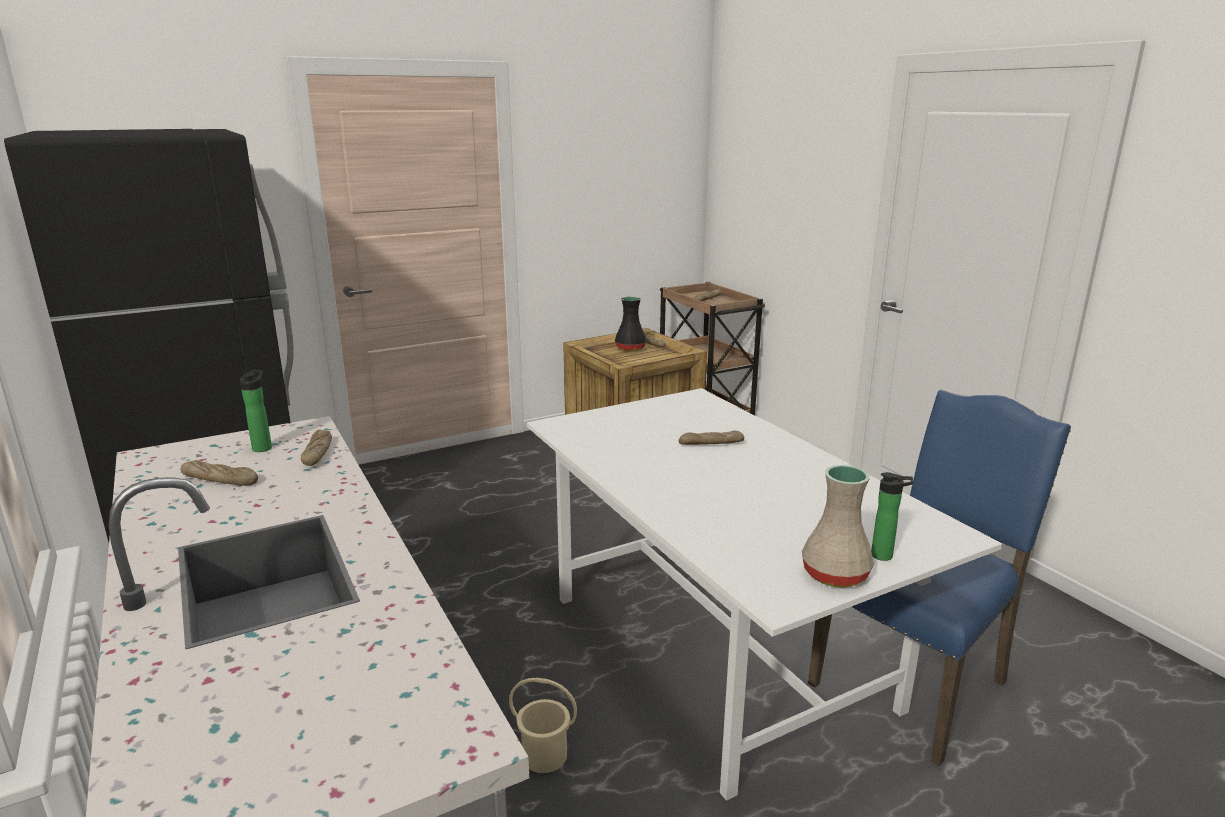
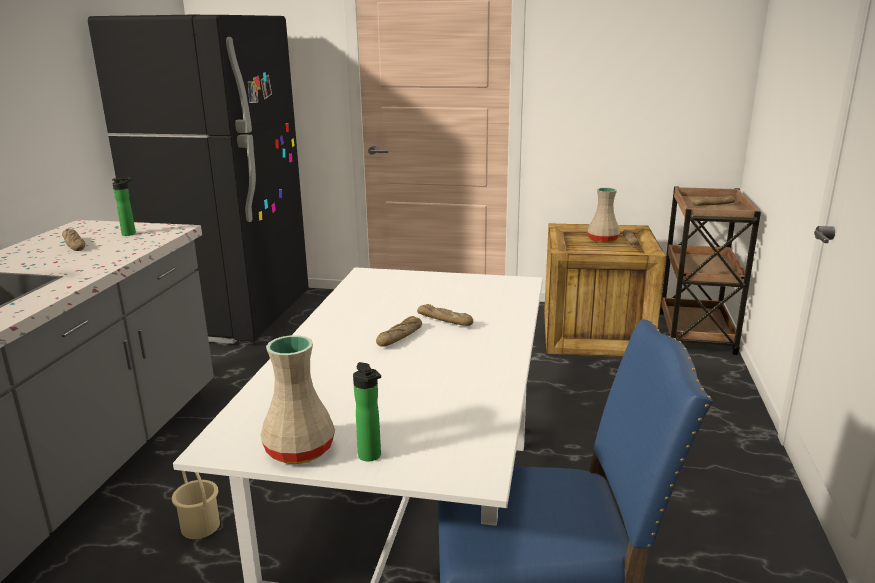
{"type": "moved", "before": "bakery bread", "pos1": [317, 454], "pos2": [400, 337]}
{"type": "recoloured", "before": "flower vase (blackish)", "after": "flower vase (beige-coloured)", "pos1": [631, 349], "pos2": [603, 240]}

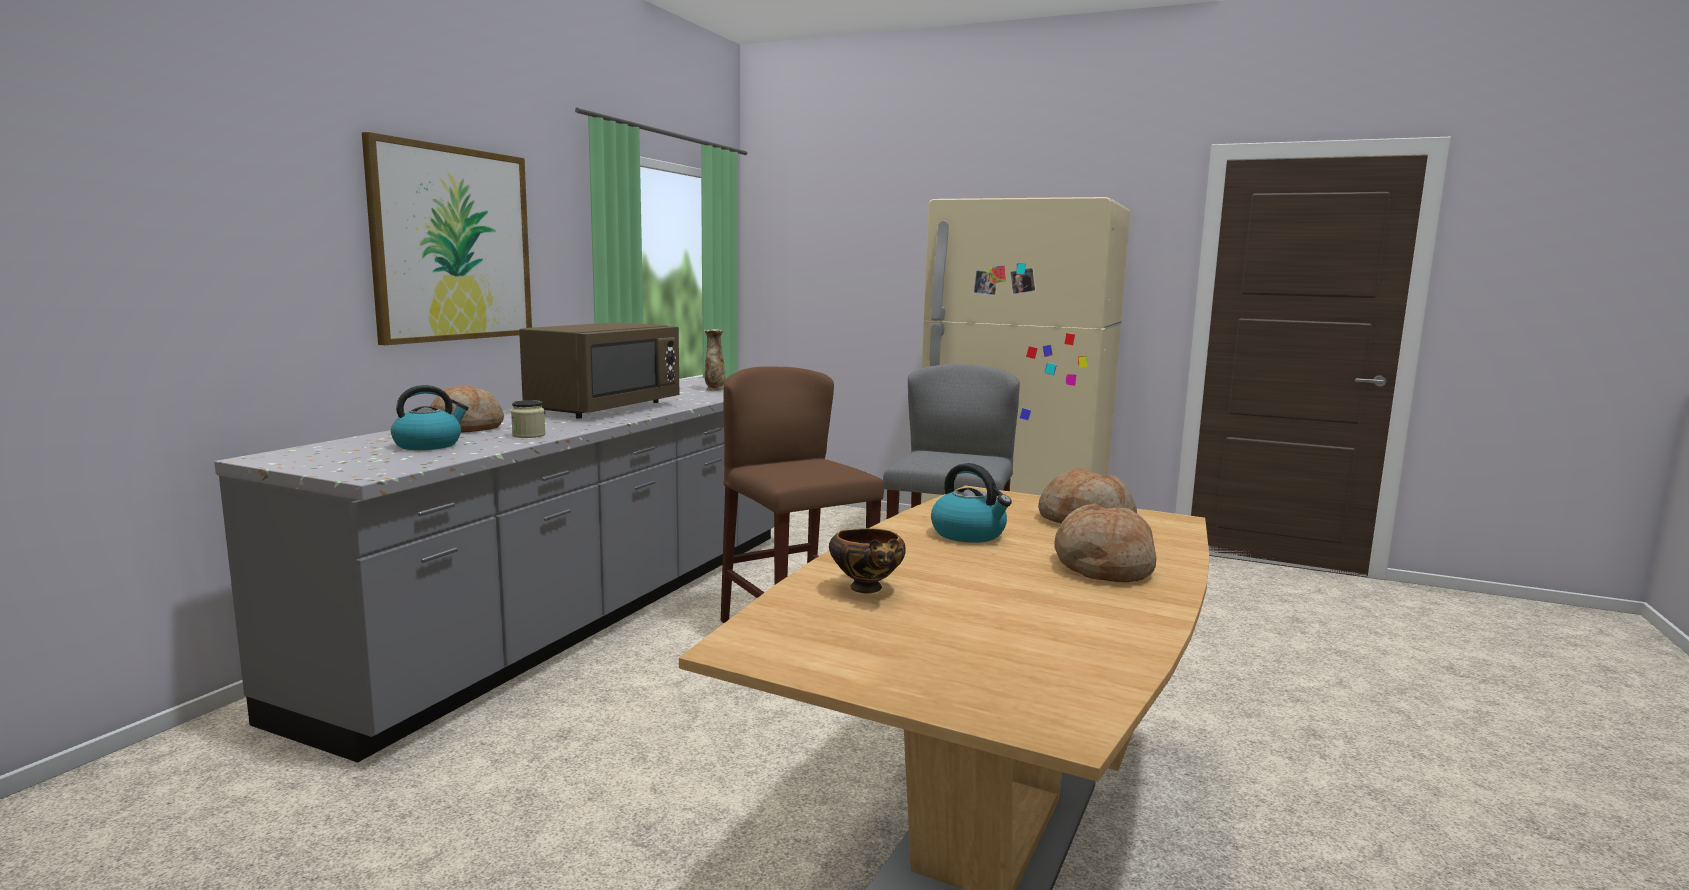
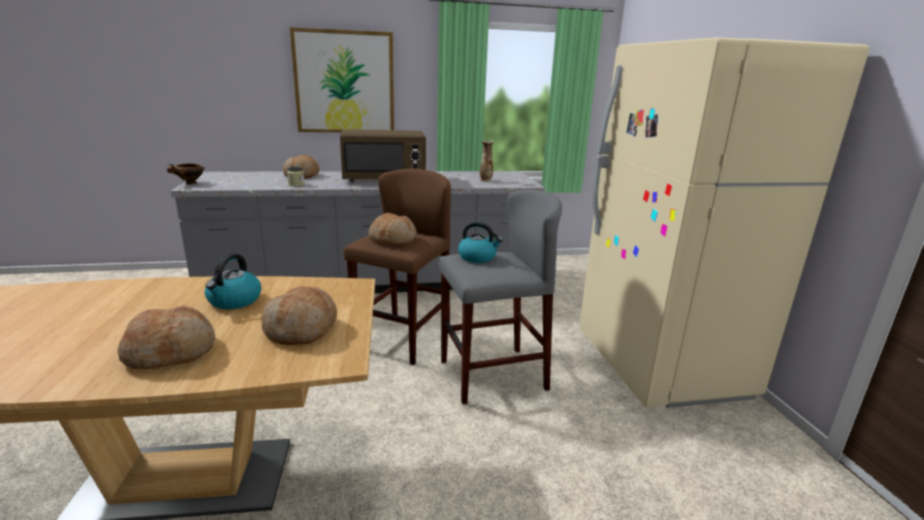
{"type": "moved", "before": "tea kettle", "pos1": [429, 445], "pos2": [478, 257]}
{"type": "moved", "before": "bowl", "pos1": [868, 589], "pos2": [190, 183]}
{"type": "added", "after": "bakery bread", "pos2": [393, 239]}

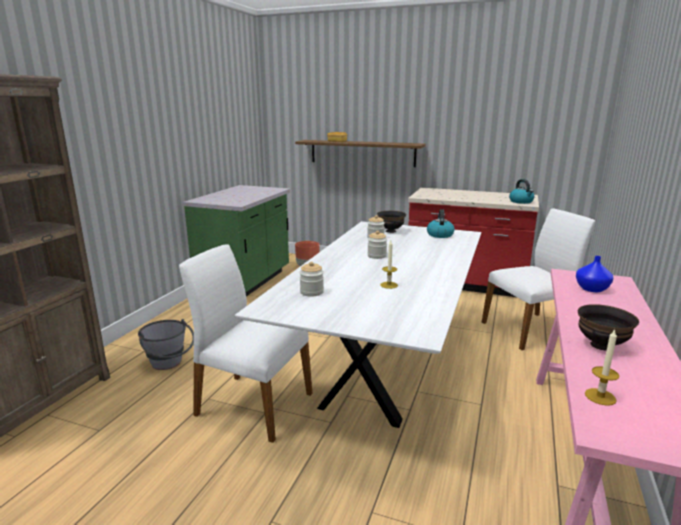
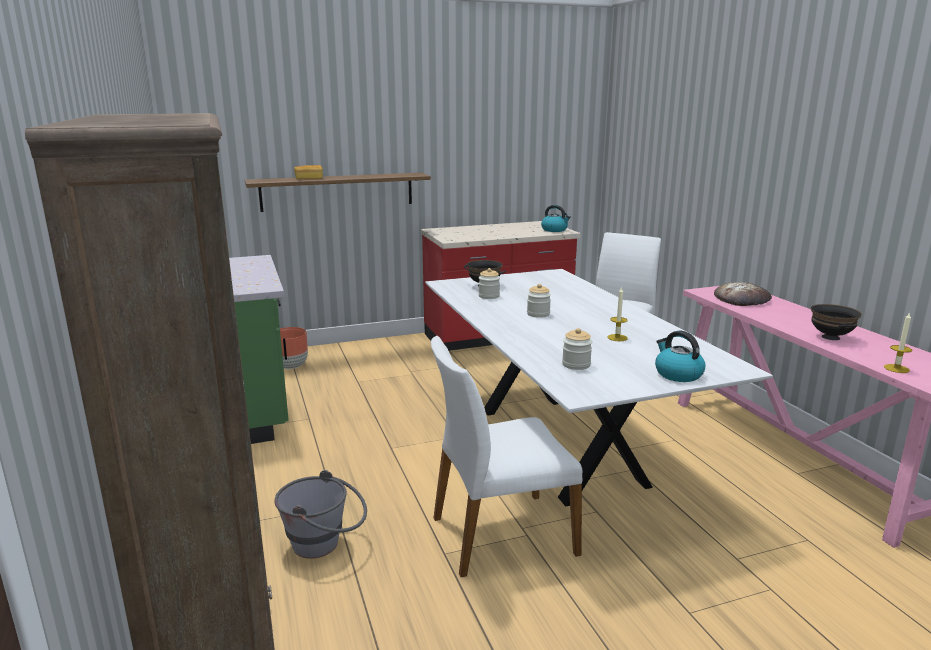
{"type": "moved", "before": "tea kettle", "pos1": [439, 235], "pos2": [677, 374]}
{"type": "replaced", "before": "flower vase (blue)", "after": "bakery bread", "pos1": [592, 289], "pos2": [742, 299]}

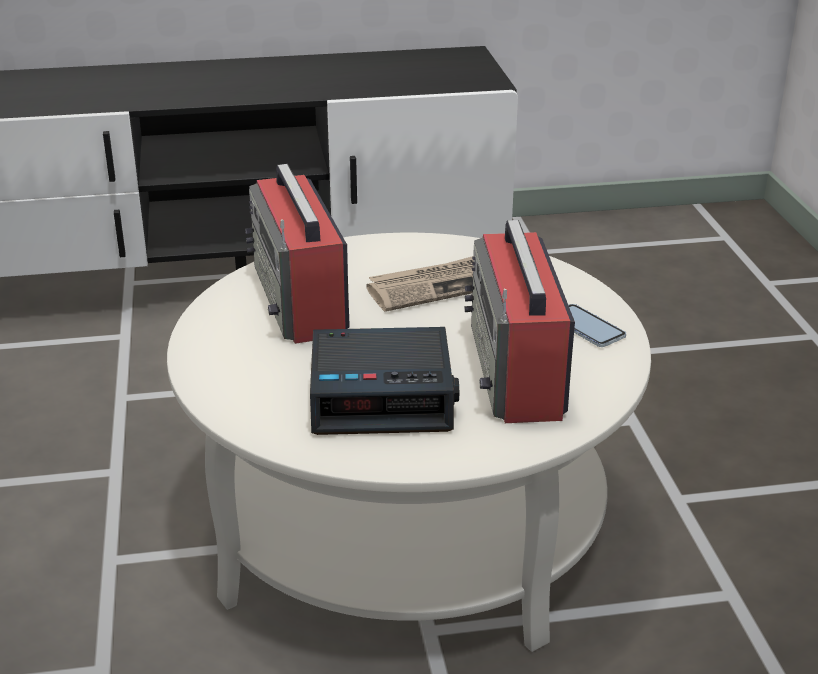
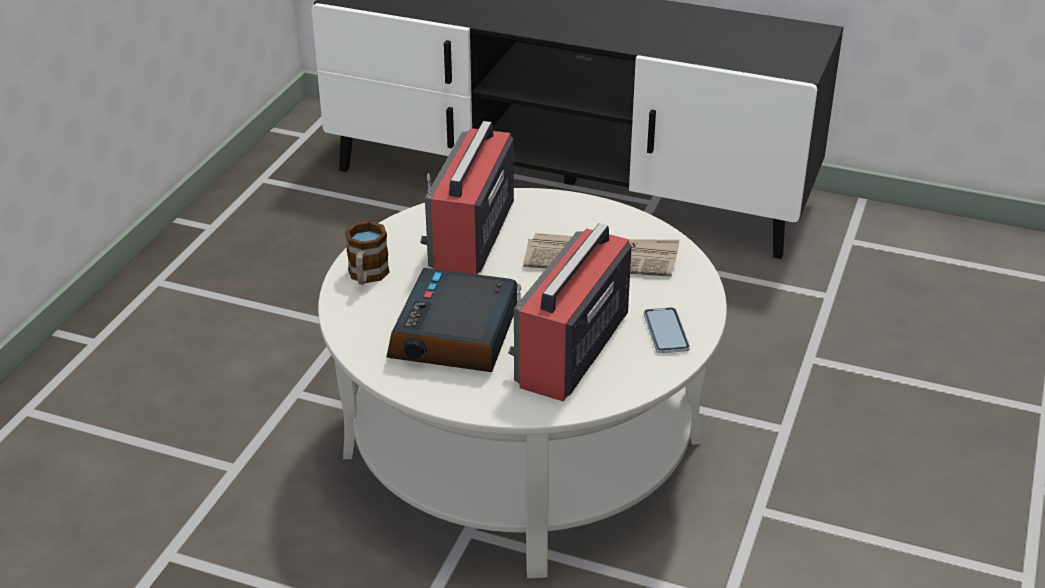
{"type": "turned", "before": "alarm clock", "pos1": [383, 395], "pos2": [455, 335], "turn": 75}
{"type": "added", "after": "tea mug", "pos2": [367, 276]}

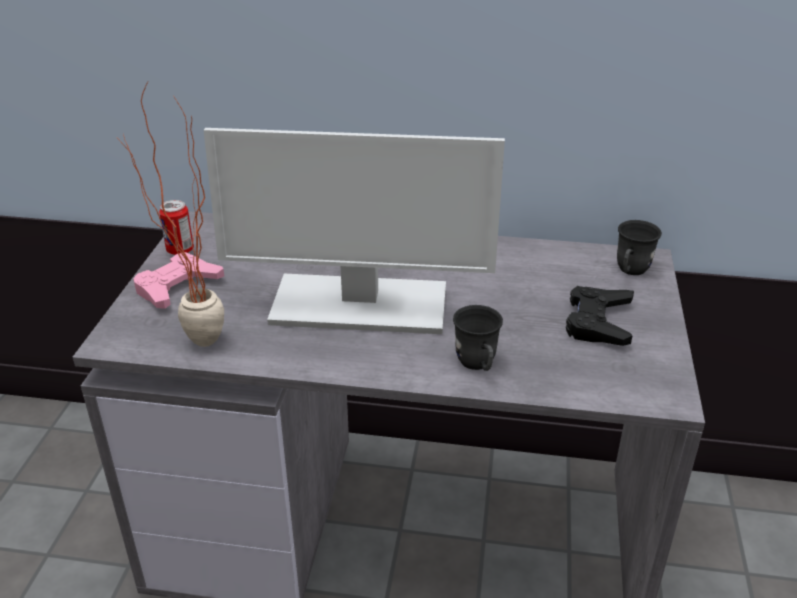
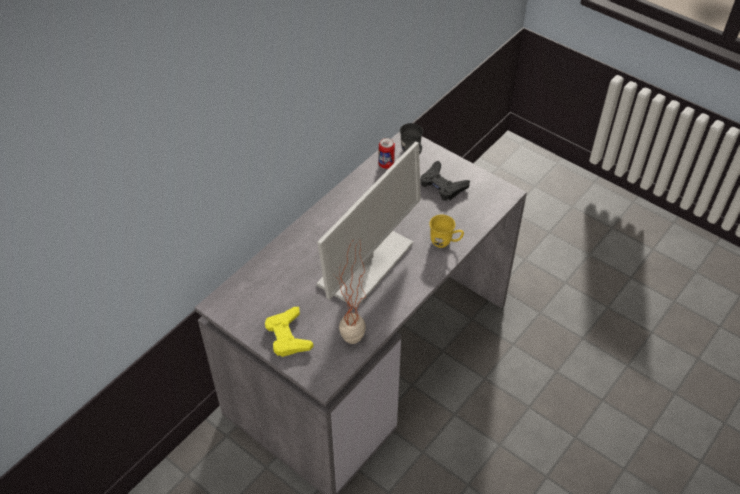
{"type": "recoloured", "before": "gamepad (pinkish)", "after": "gamepad (yellowish)", "pos1": [177, 287], "pos2": [288, 336]}
{"type": "moved", "before": "sealed can", "pos1": [180, 250], "pos2": [386, 164]}
{"type": "recoloured", "before": "tea mug (gray)", "after": "tea mug (yellowish)", "pos1": [478, 365], "pos2": [445, 242]}

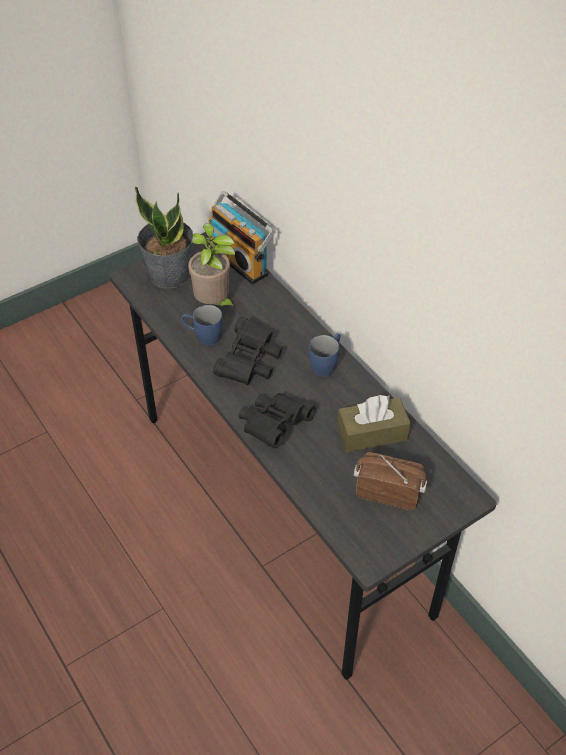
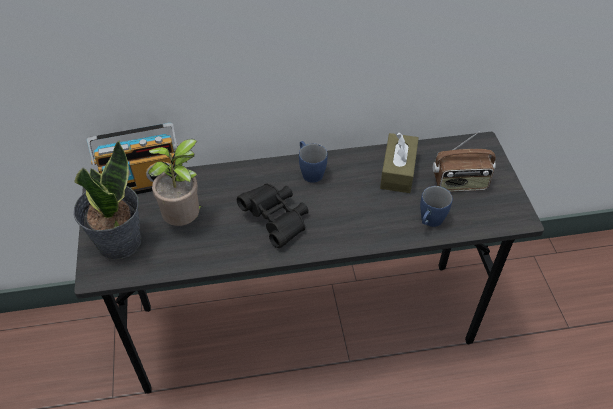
{"type": "moved", "before": "tea mug (blue)", "pos1": [203, 337], "pos2": [429, 222]}
{"type": "removed", "before": "field glasses (blackish)", "pos1": [274, 426]}
{"type": "turned", "before": "radio", "pos1": [388, 492], "pos2": [460, 183], "turn": -135}

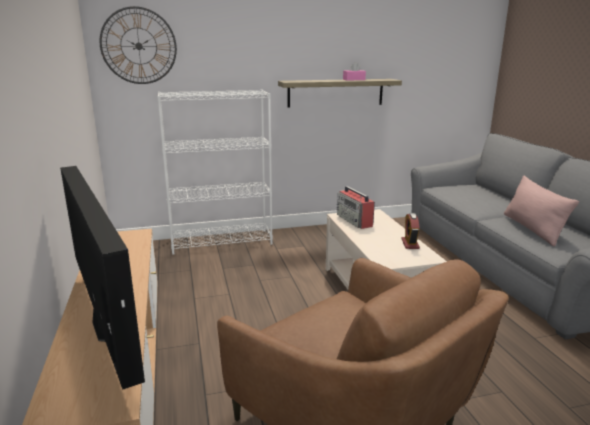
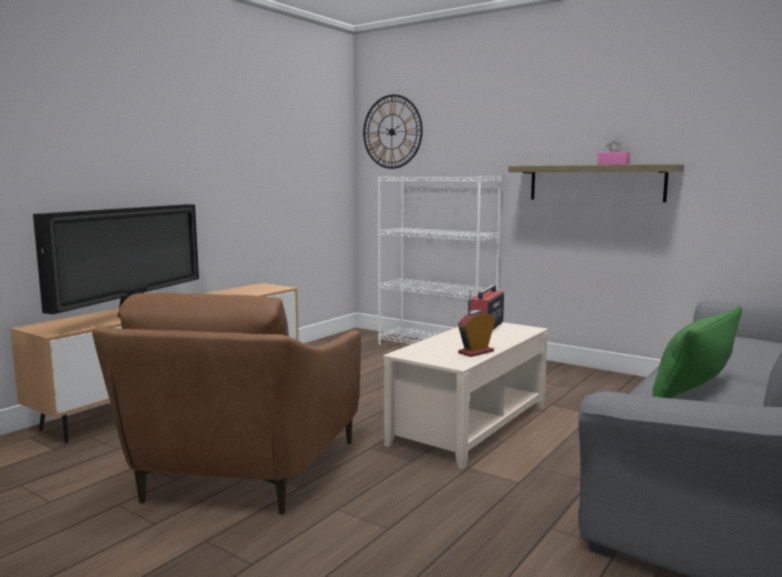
{"type": "recoloured", "before": "throw pillow (pinkish)", "after": "throw pillow (green-coloured)", "pos1": [532, 229], "pos2": [693, 389]}

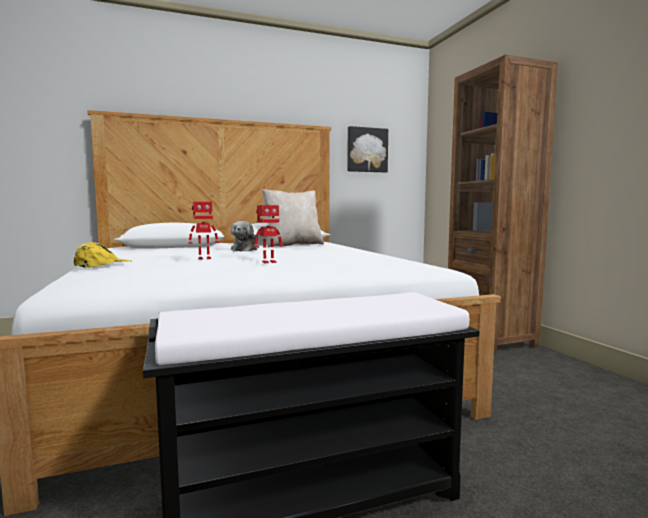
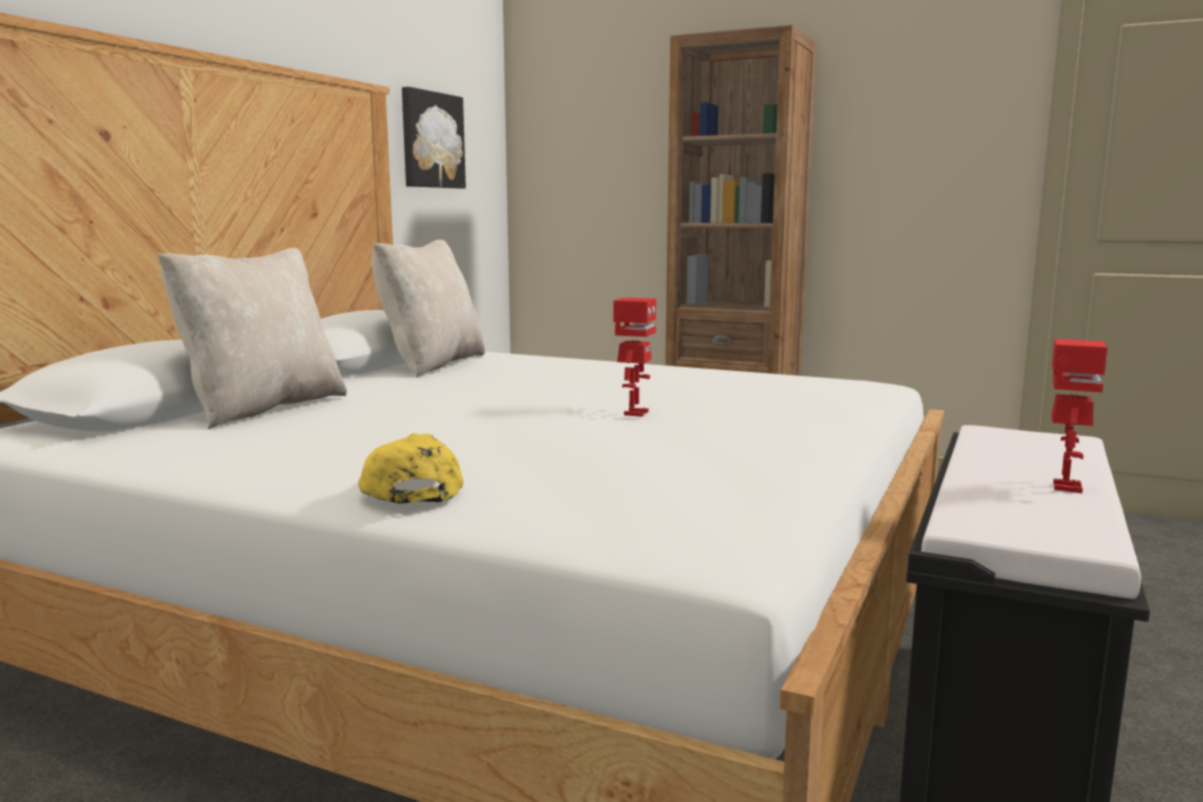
{"type": "moved", "before": "model robot", "pos1": [204, 258], "pos2": [1065, 487]}
{"type": "removed", "before": "soft toy", "pos1": [245, 249]}
{"type": "added", "after": "throw pillow (beige-coloured)", "pos2": [262, 408]}

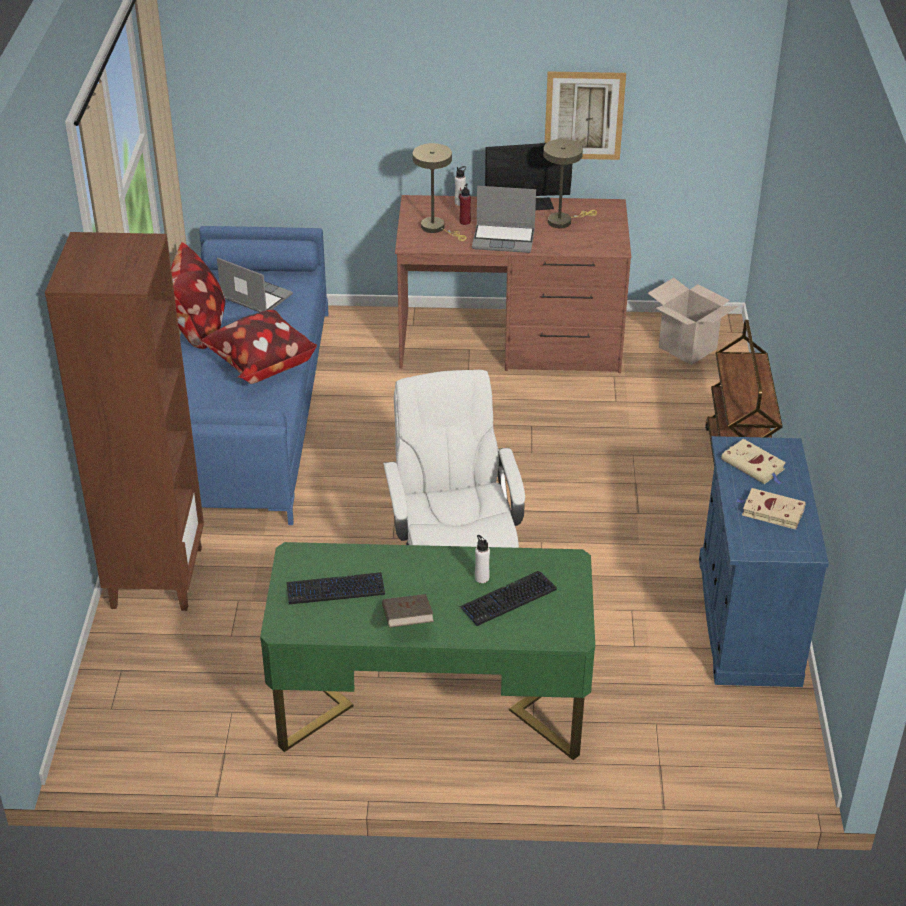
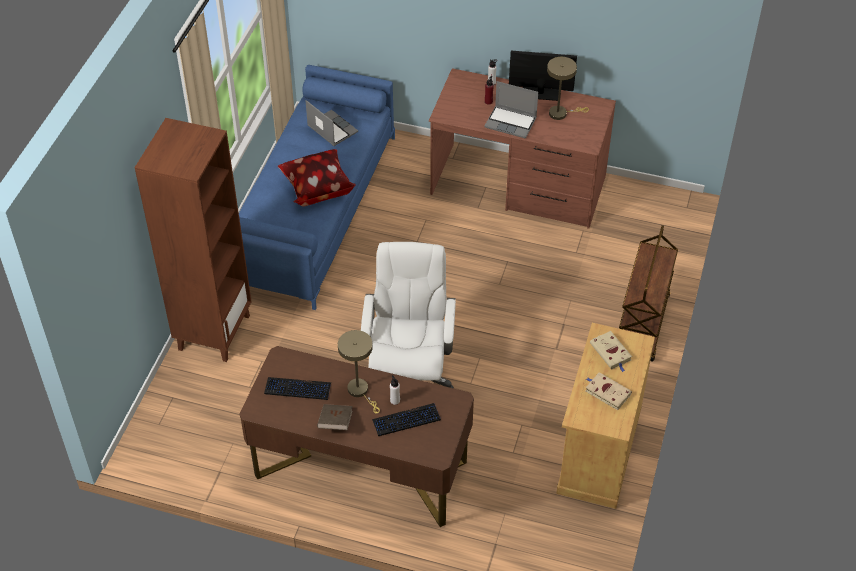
{"type": "removed", "before": "throw pillow", "pos1": [198, 329]}
{"type": "recoloured", "before": "desk table (green-coloured)", "after": "desk table (brownish)", "pos1": [431, 707], "pos2": [361, 468]}
{"type": "moved", "before": "lamp for a table (beige-coloured)", "pos1": [436, 228], "pos2": [360, 391]}
{"type": "removed", "before": "wall picture", "pos1": [584, 115]}
{"type": "removed", "before": "packing box", "pos1": [687, 348]}
{"type": "recoloured", "before": "cupboard (blue)", "after": "cupboard (beige-coloured)", "pos1": [747, 620], "pos2": [599, 449]}

